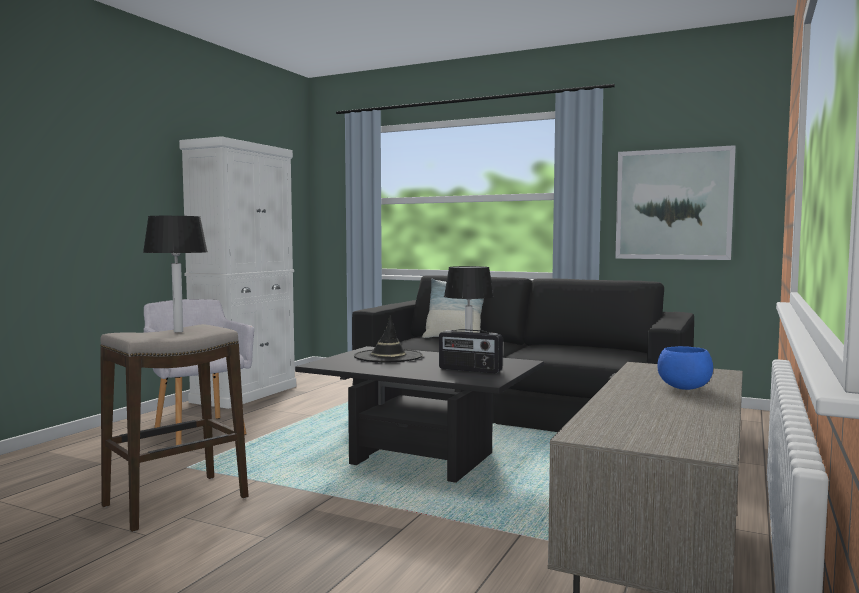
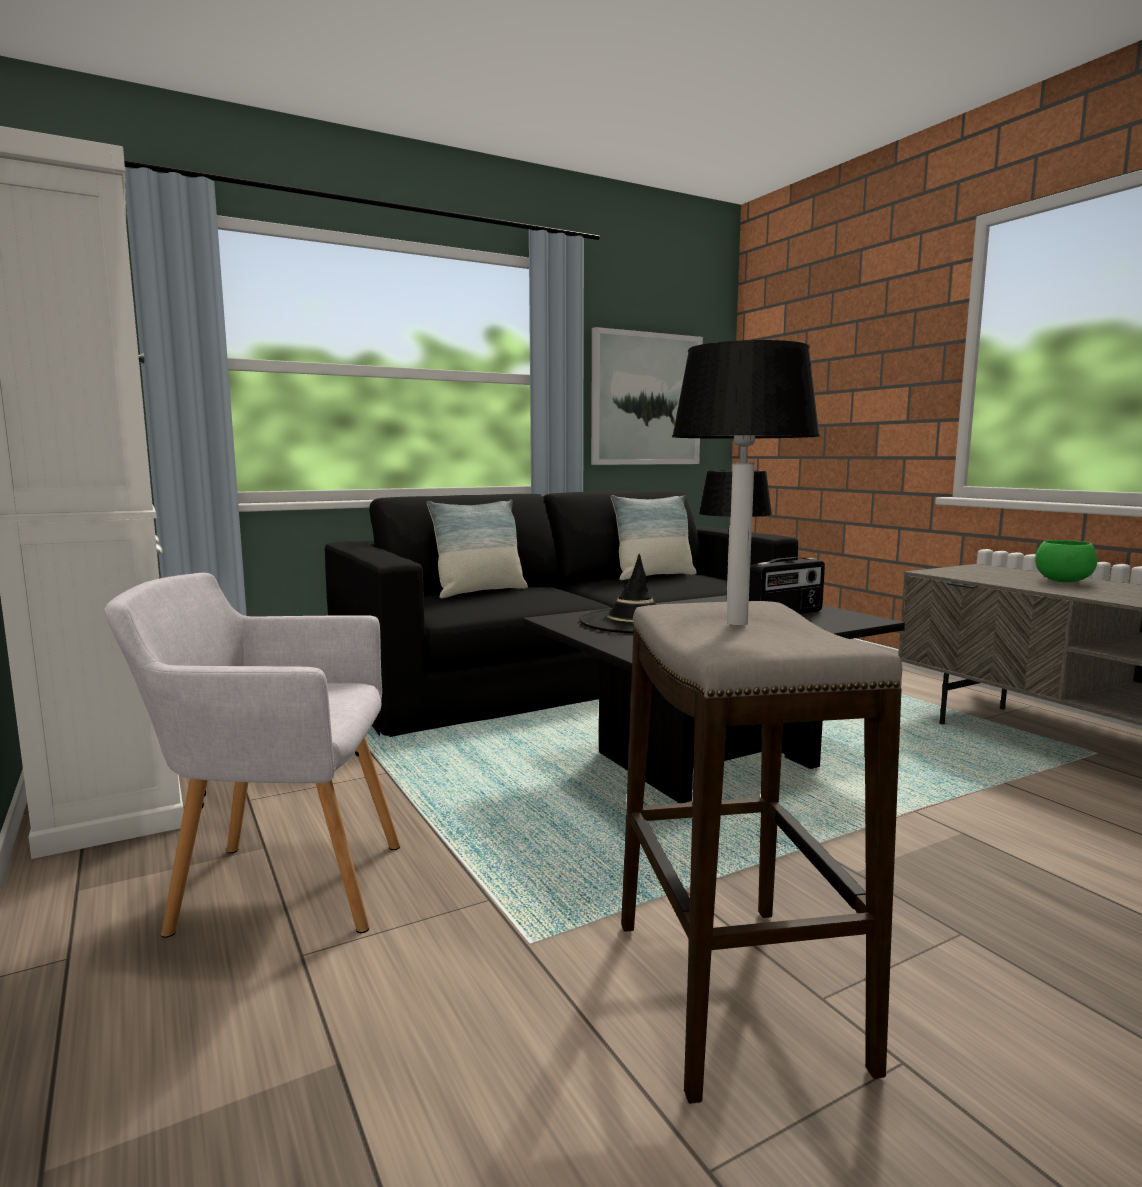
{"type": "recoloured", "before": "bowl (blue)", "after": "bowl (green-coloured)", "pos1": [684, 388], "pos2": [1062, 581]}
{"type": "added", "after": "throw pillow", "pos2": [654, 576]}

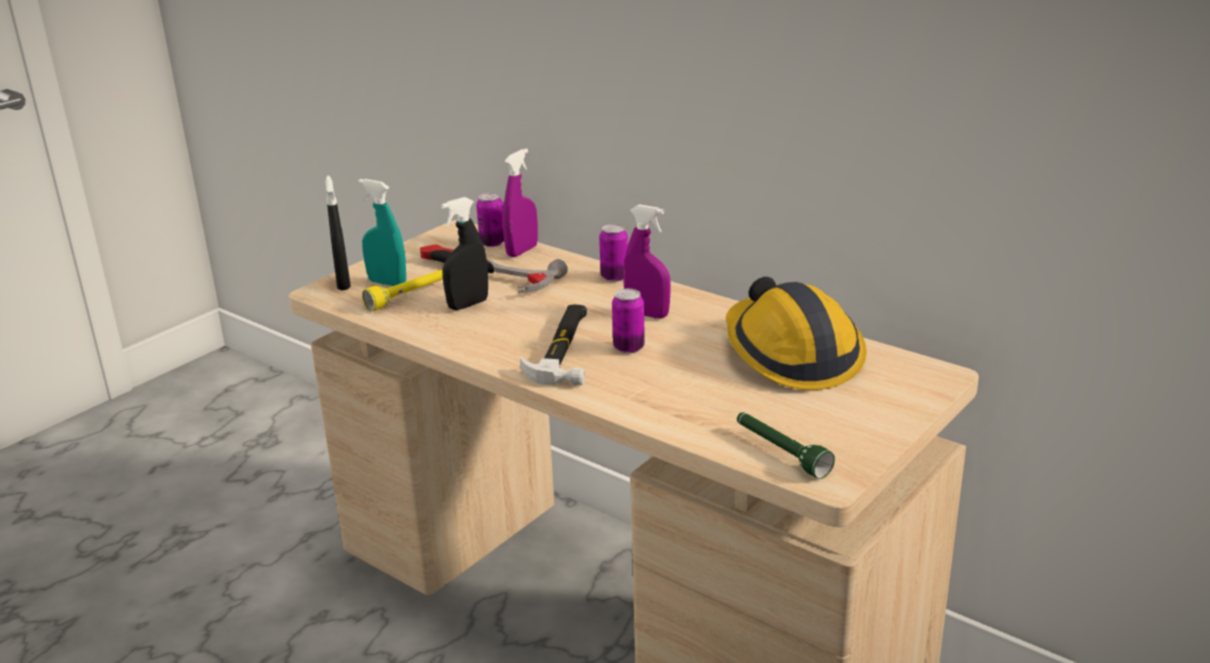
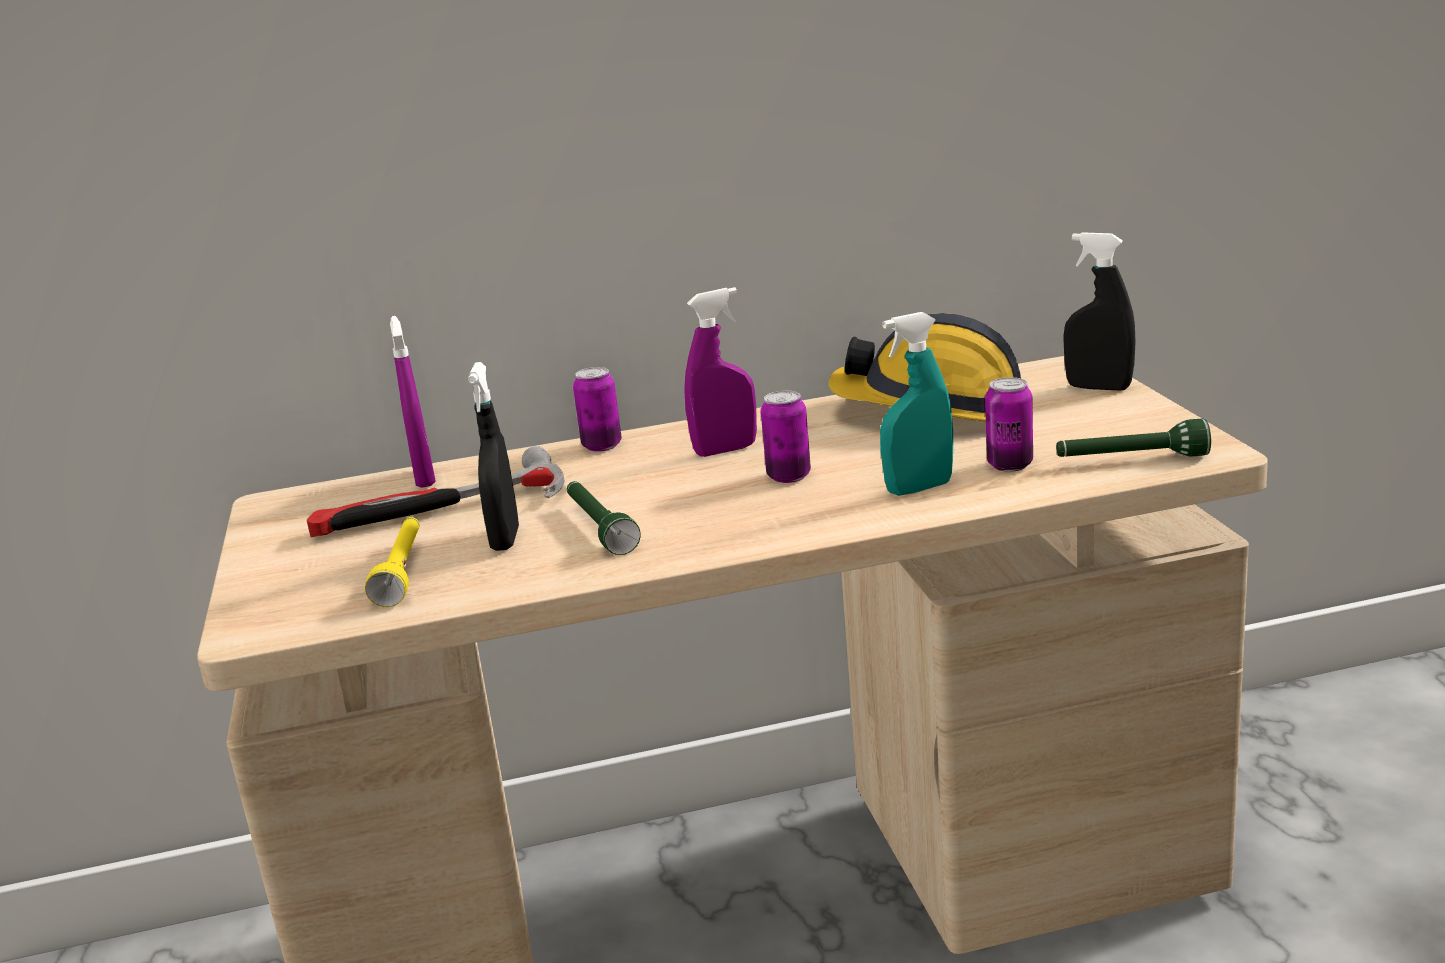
{"type": "moved", "before": "sprayer (blackish)", "pos1": [343, 283], "pos2": [1098, 387]}
{"type": "moved", "before": "sprayer (turquoise-coloured)", "pos1": [387, 283], "pos2": [919, 488]}
{"type": "moved", "before": "sealed can", "pos1": [492, 243], "pos2": [1010, 465]}
{"type": "removed", "before": "hammer", "pos1": [565, 349]}
{"type": "added", "after": "hand torch (green-coloured)", "pos2": [599, 528]}

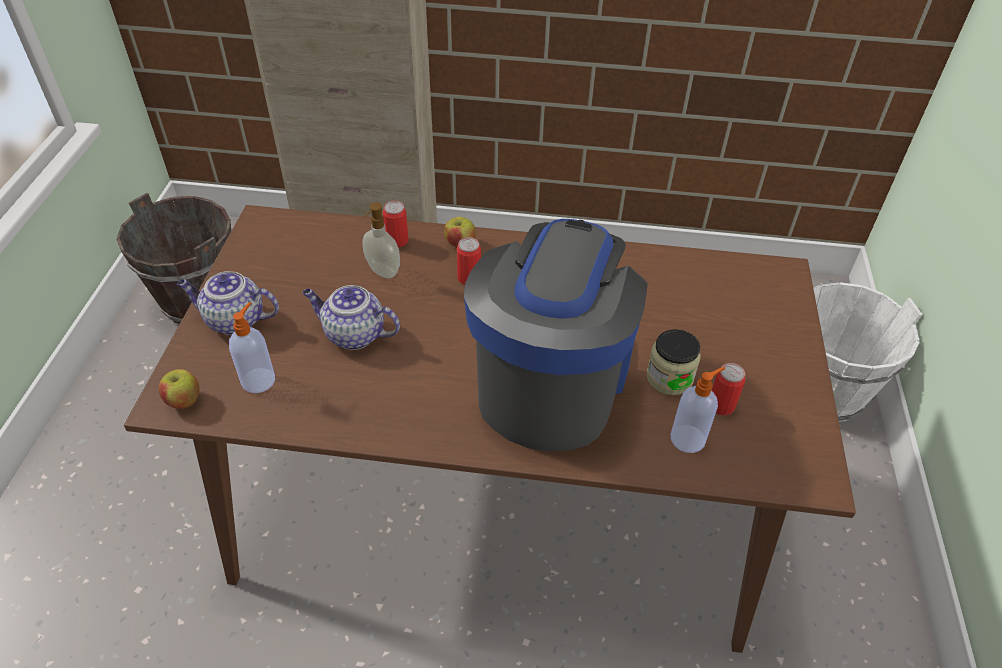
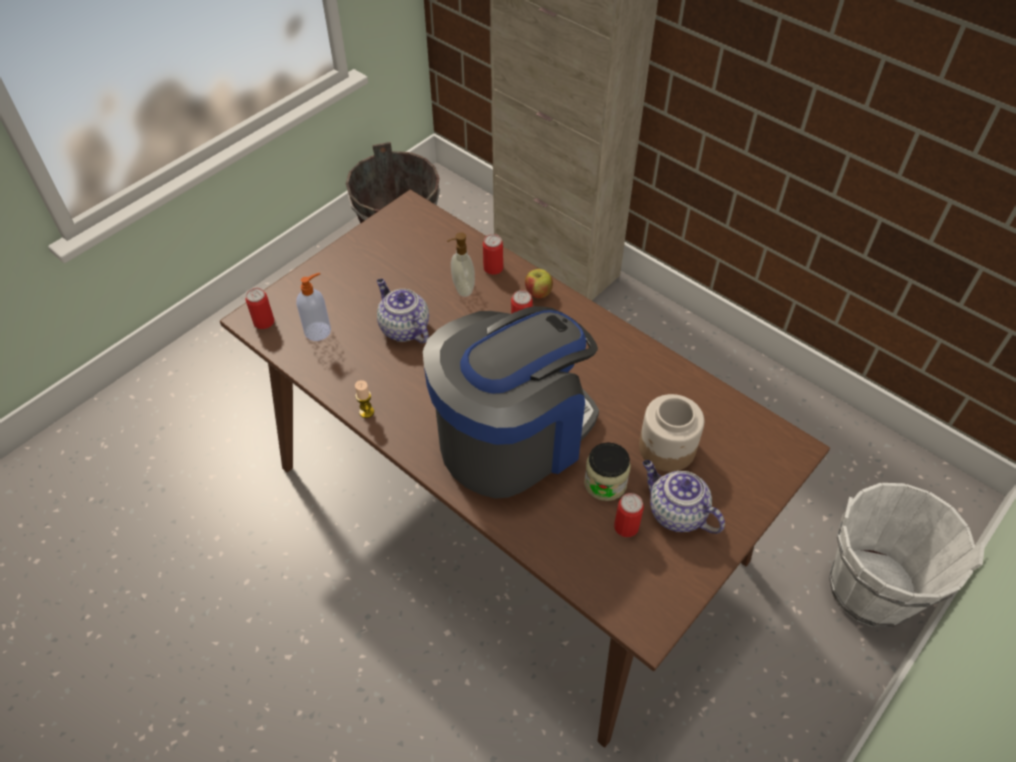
{"type": "replaced", "before": "apple fruit", "after": "sealed can", "pos1": [184, 400], "pos2": [264, 322]}
{"type": "moved", "before": "pot for tea", "pos1": [234, 320], "pos2": [675, 512]}
{"type": "removed", "before": "liquid soap bottle", "pos1": [689, 438]}
{"type": "added", "after": "candle", "pos2": [366, 412]}
{"type": "added", "after": "preserve jar", "pos2": [666, 449]}

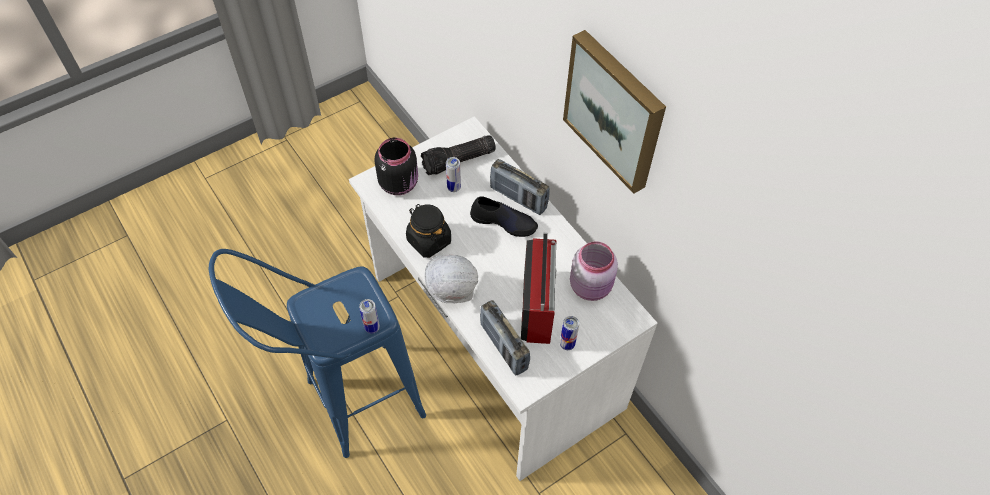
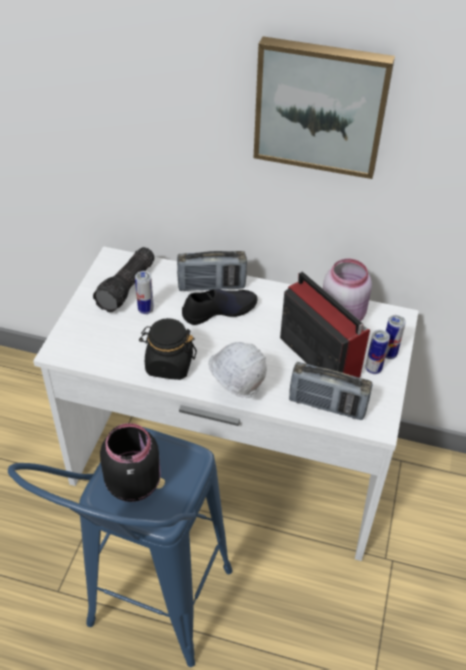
{"type": "moved", "before": "sealed can", "pos1": [372, 327], "pos2": [388, 354]}
{"type": "moved", "before": "preserve jar (blackish)", "pos1": [400, 183], "pos2": [134, 482]}

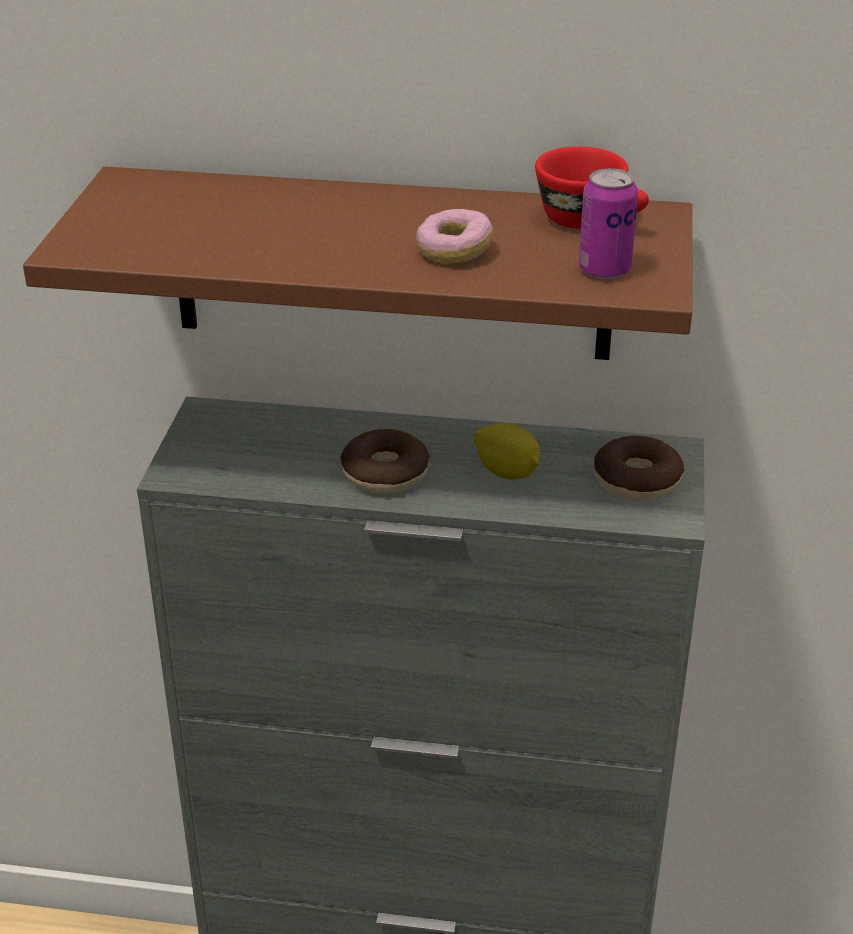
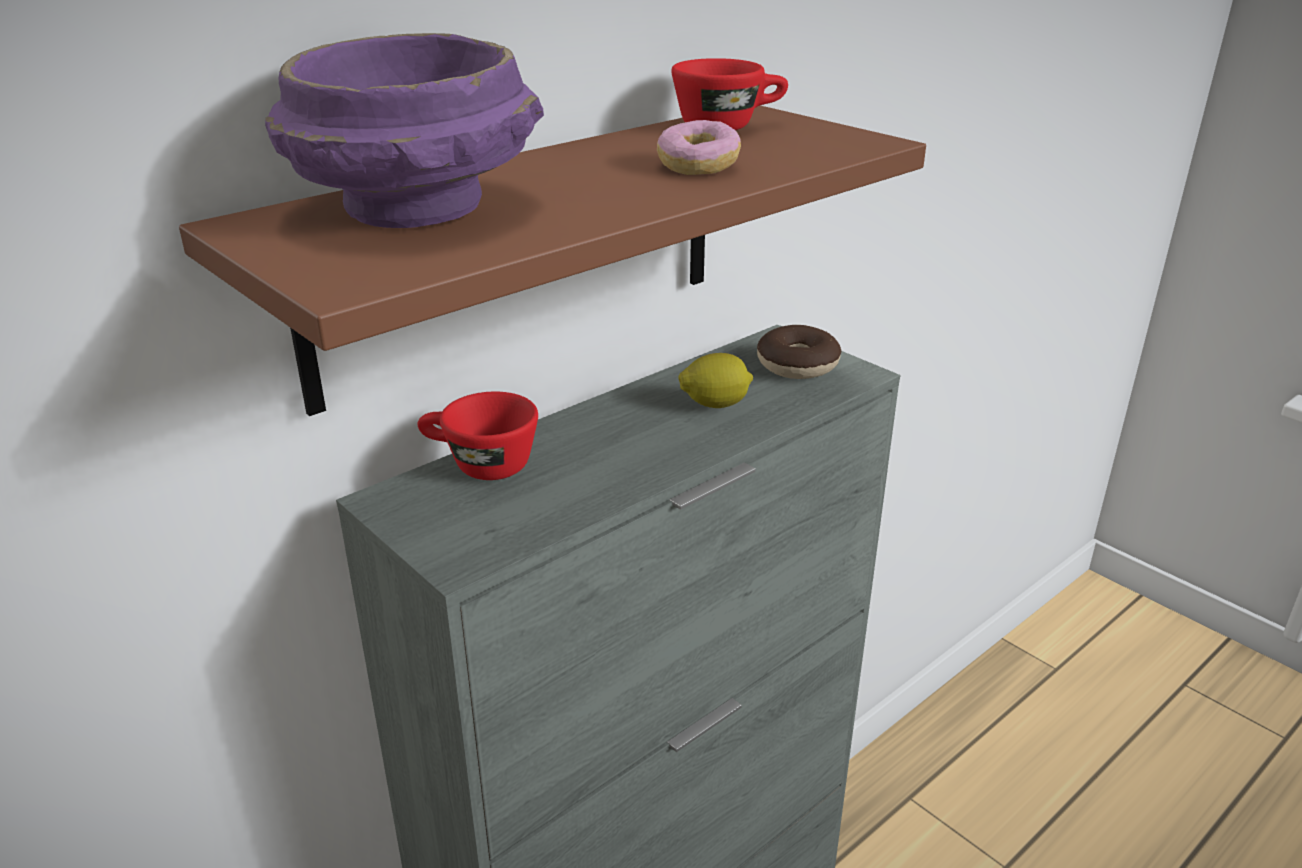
{"type": "removed", "before": "donut", "pos1": [385, 473]}
{"type": "removed", "before": "sealed can", "pos1": [604, 270]}
{"type": "added", "after": "bowl (purple-coloured)", "pos2": [419, 209]}
{"type": "added", "after": "drinking cup (red)", "pos2": [479, 465]}

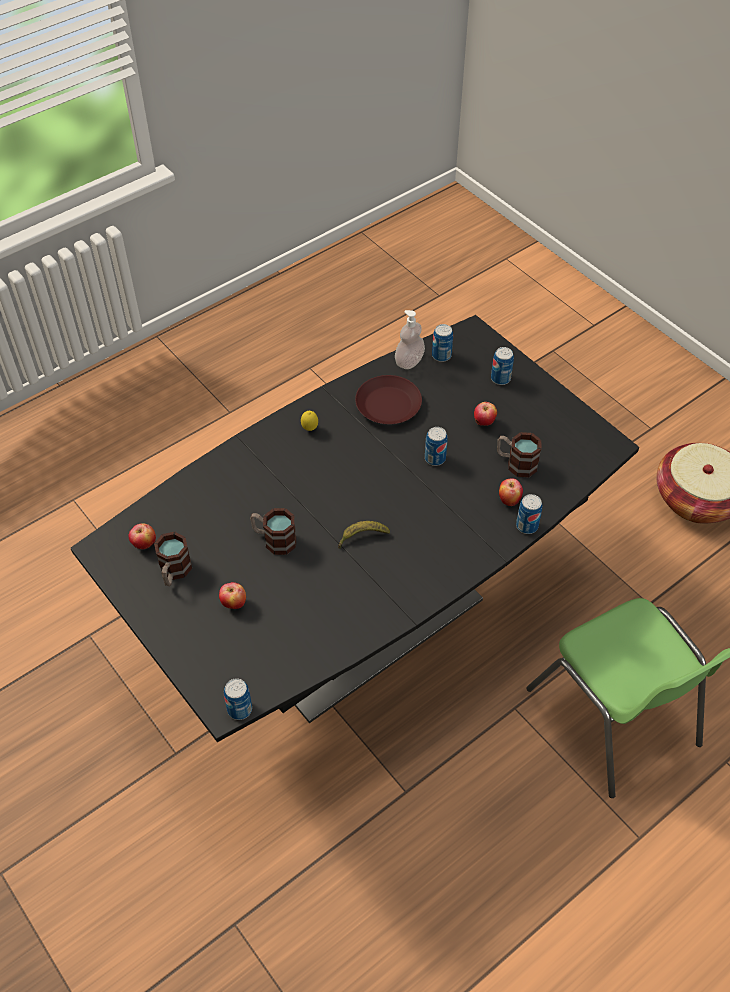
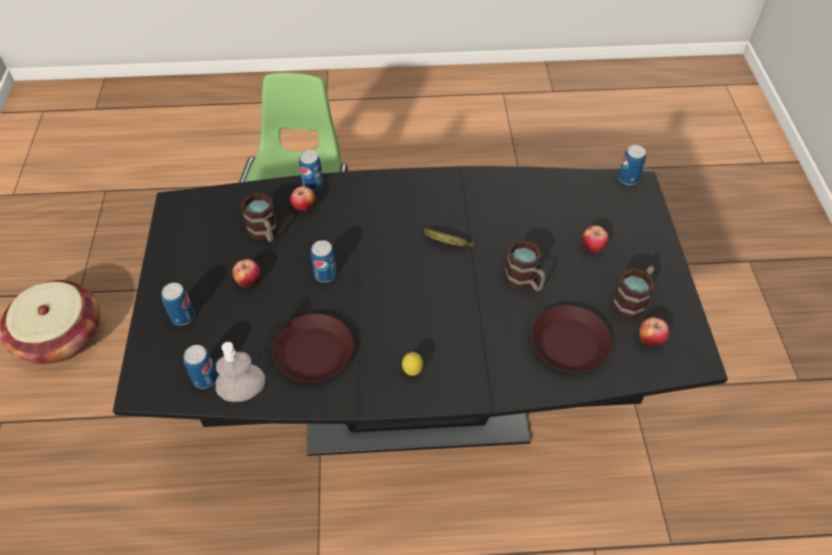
{"type": "added", "after": "flat dish (brownish)", "pos2": [568, 344]}

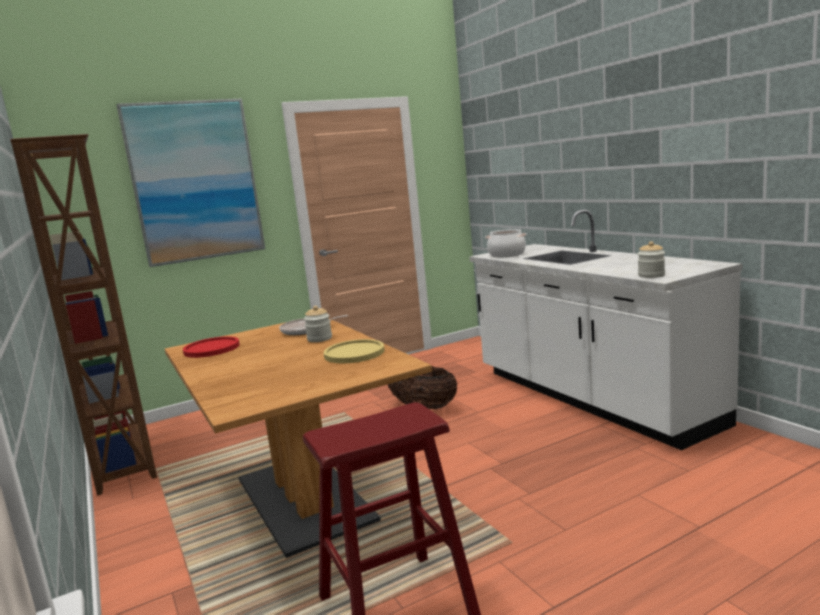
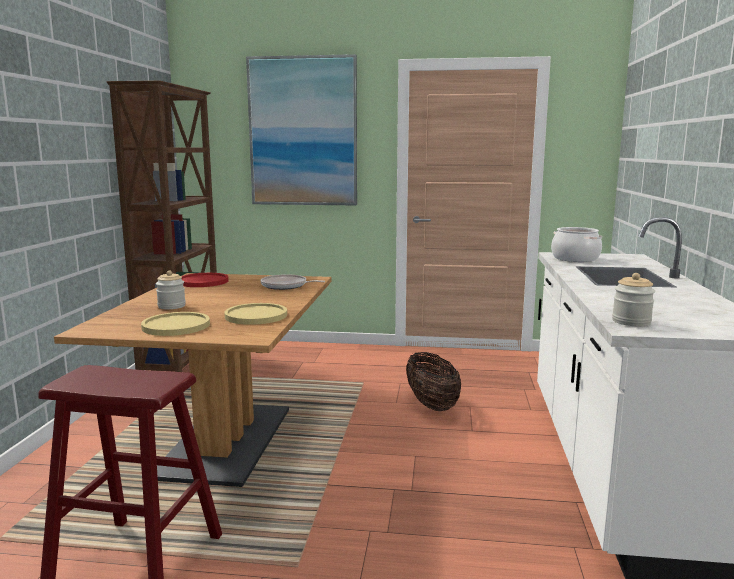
{"type": "moved", "before": "preserve jar", "pos1": [319, 339], "pos2": [171, 306]}
{"type": "added", "after": "flat dish (yellowish)", "pos2": [176, 326]}

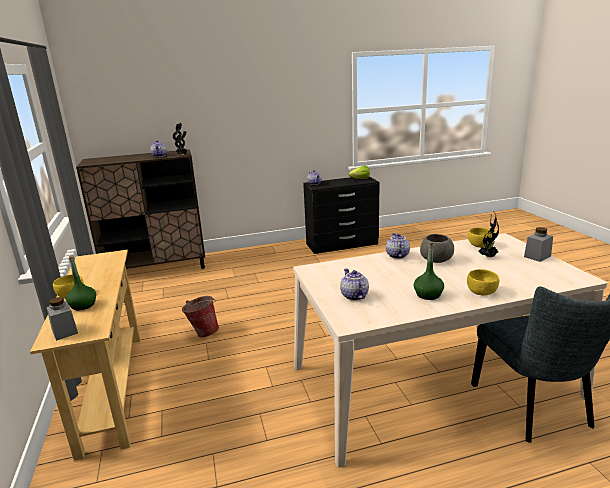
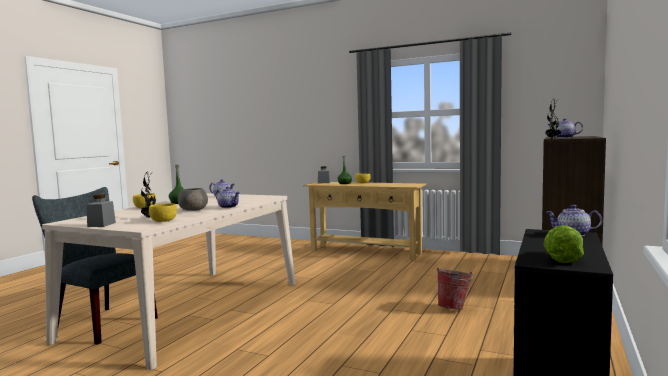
{"type": "moved", "before": "bucket", "pos1": [203, 332], "pos2": [454, 308]}

